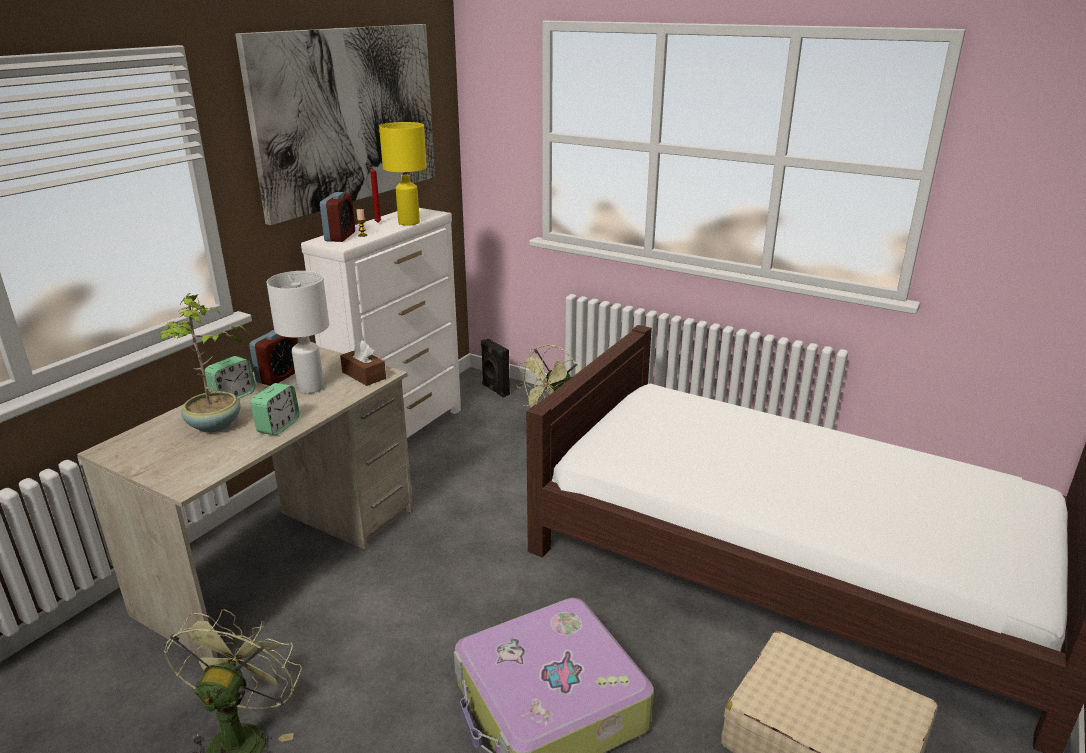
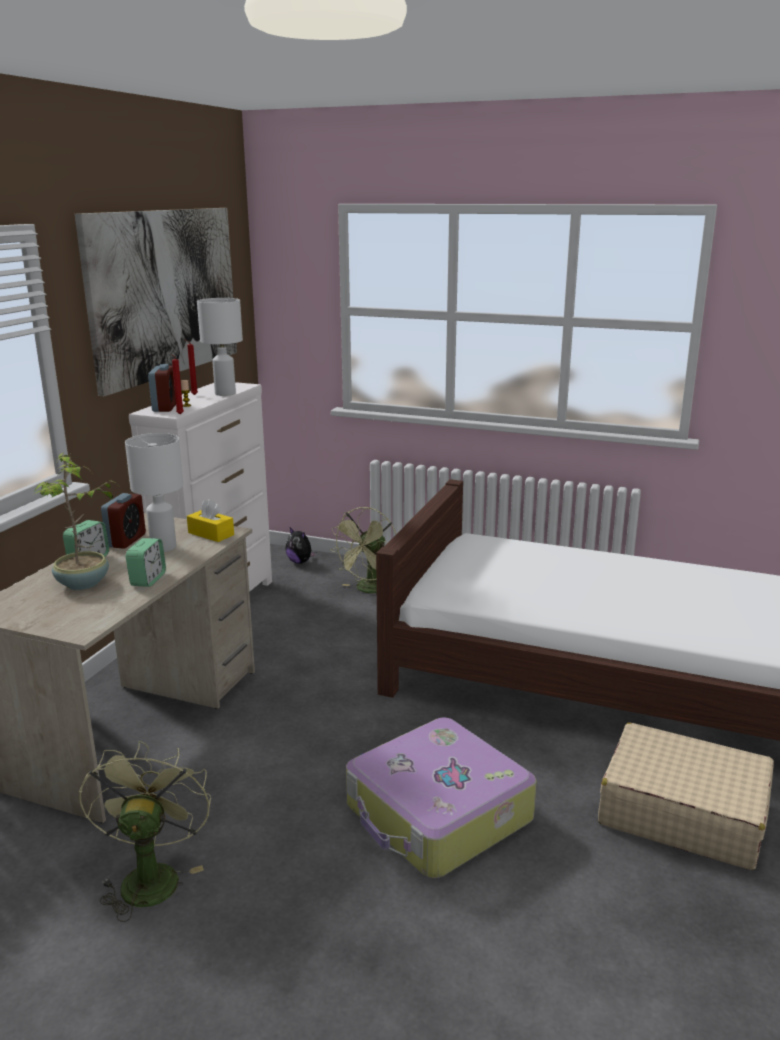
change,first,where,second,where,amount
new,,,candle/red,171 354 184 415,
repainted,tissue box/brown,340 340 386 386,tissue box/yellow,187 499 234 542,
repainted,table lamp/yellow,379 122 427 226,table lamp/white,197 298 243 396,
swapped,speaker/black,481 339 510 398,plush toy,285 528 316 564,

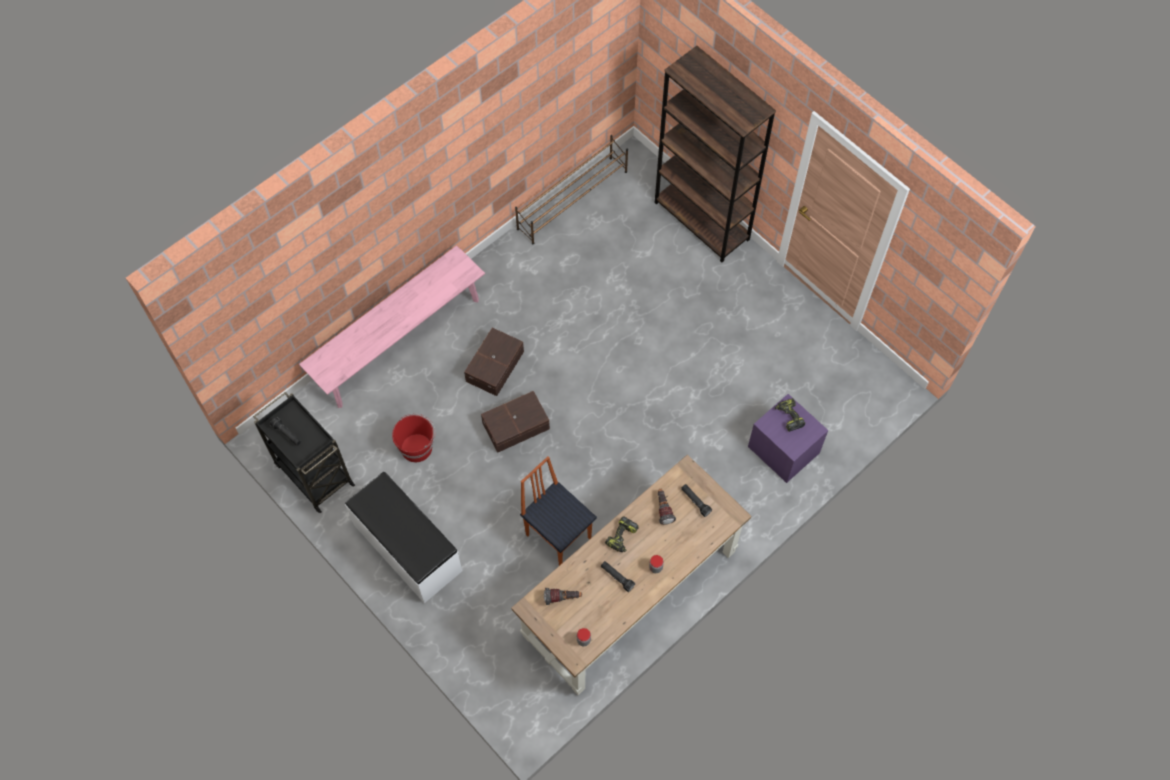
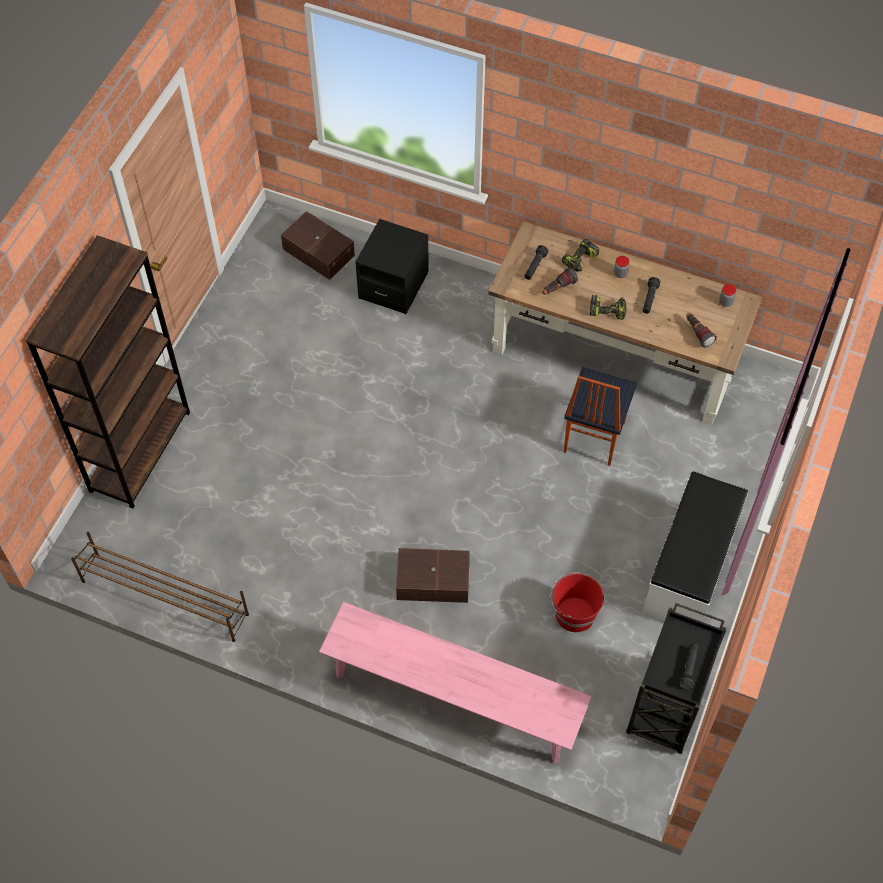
change,first,where,second,where,amount
shifted,storage box/brown,481 391 550 453,,281 211 355 280,
repainted,nightstand/purple,748 394 828 483,nightstand/black,355 219 429 314,
shifted,power drill,775 398 805 432,,561 239 599 272,

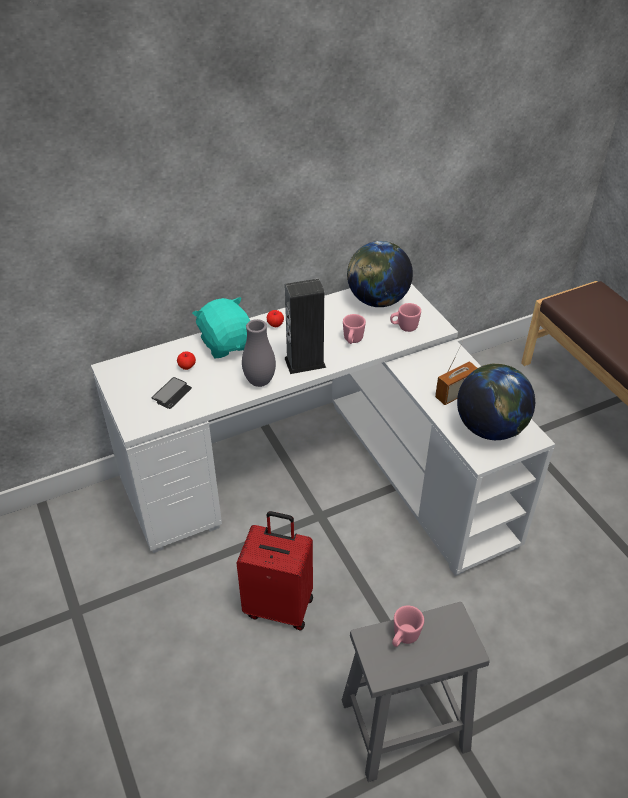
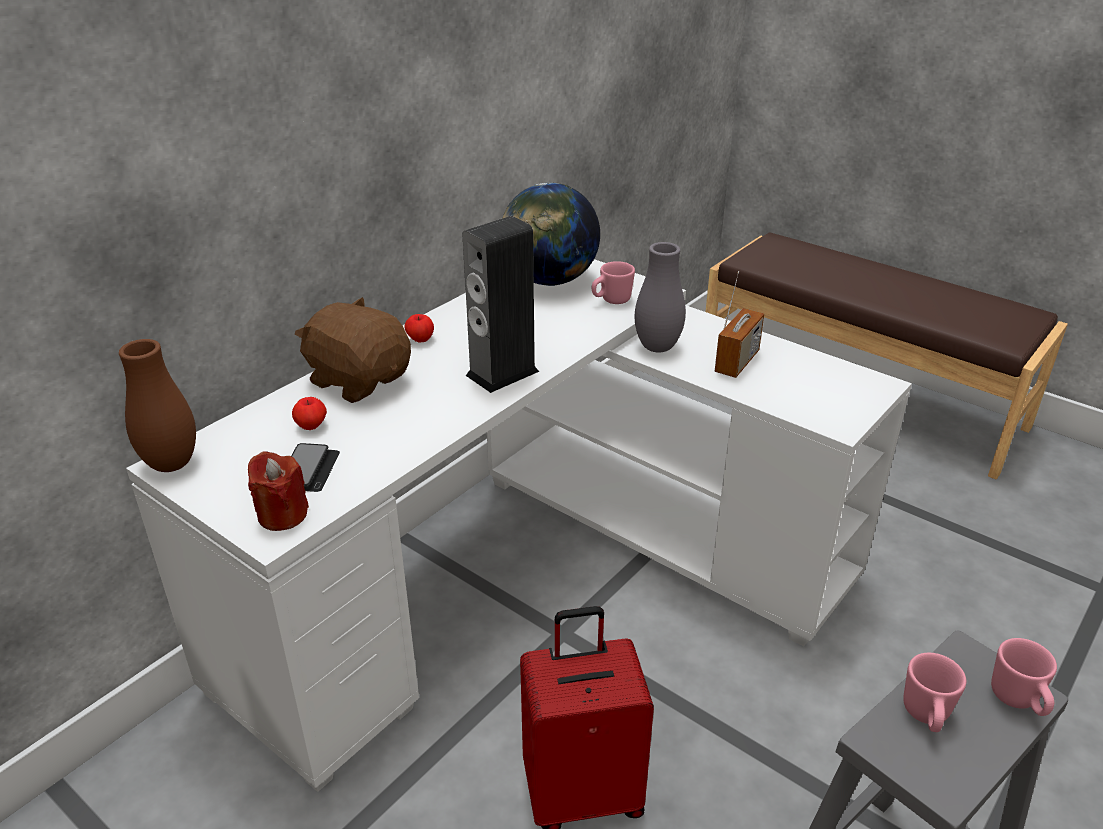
change,first,where,second,where,amount
new,,,vase/brown,119 339 196 472,
new,,,candle/red,248 451 309 531,
repainted,plush toy/turquoise,192 297 250 358,plush toy/brown,294 297 411 403,
shifted,vase/grey,242 319 276 387,,635 242 686 353,
shifted,mug/pink,343 314 366 344,,991 638 1057 716,
gone,globe,457 363 535 440,,,

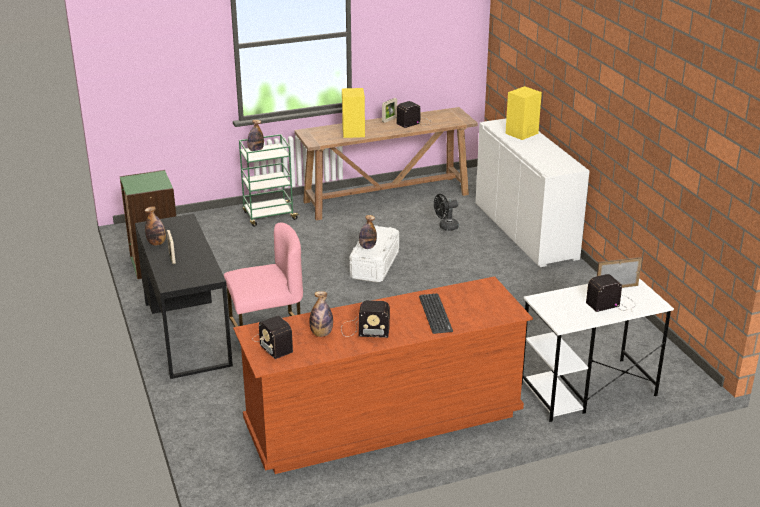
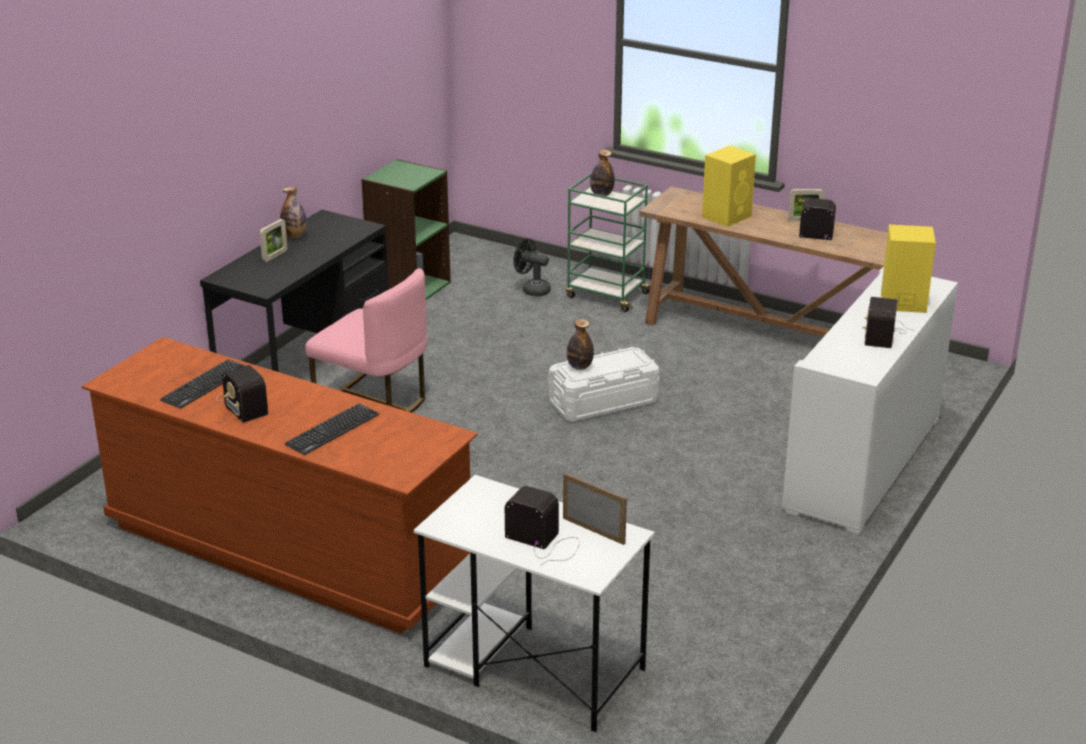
change,first,where,second,where,amount
swapped,bottle,309 291 333 337,keyboard,160 359 246 408,
shifted,fan/black,434 194 459 231,,513 238 551 297,
shifted,radio,252 315 293 359,,863 297 915 348,

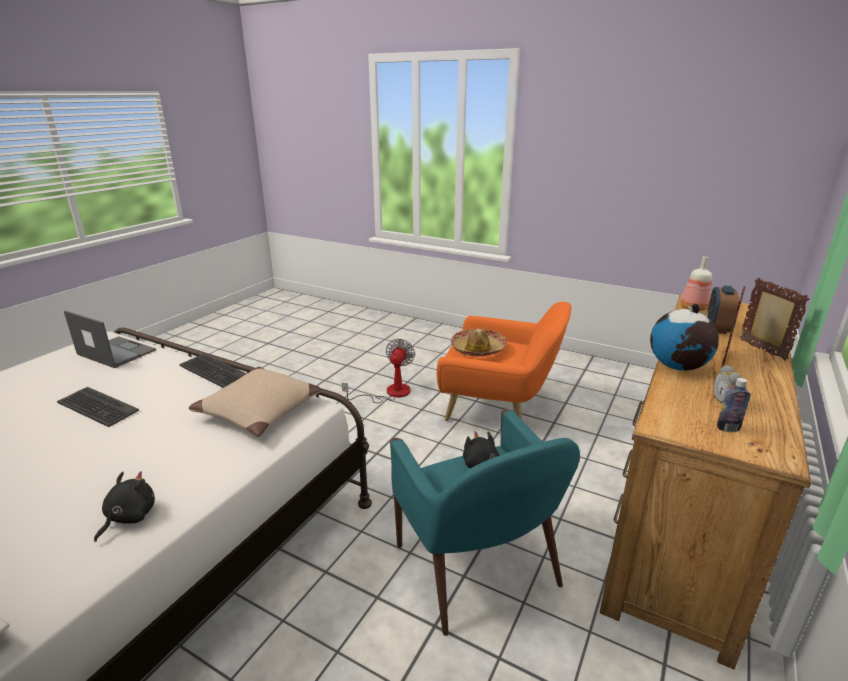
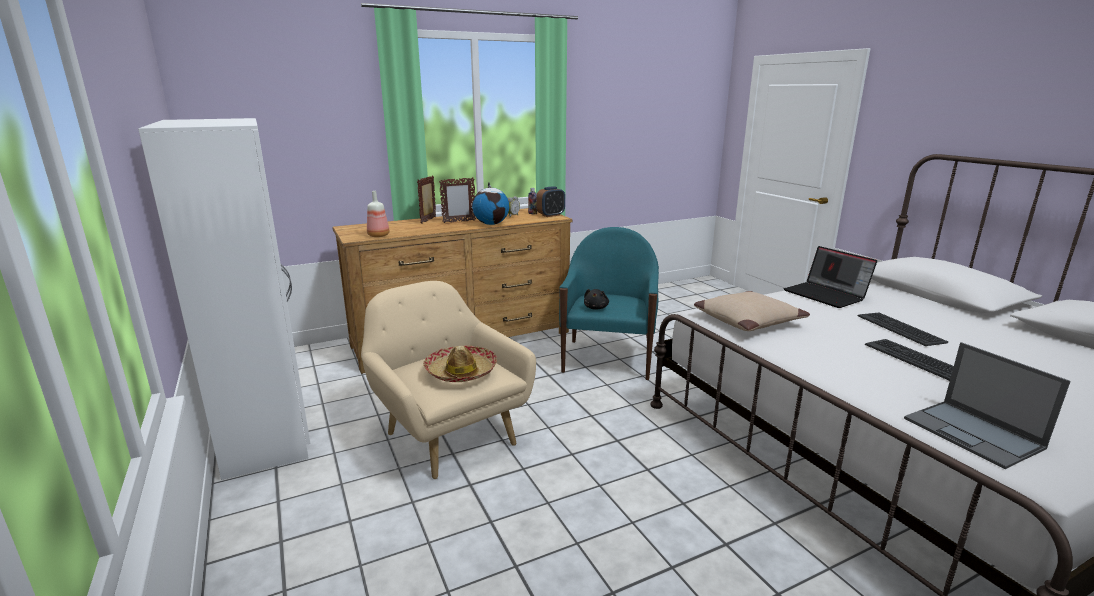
change,first,where,second,where,amount
new,,,wardrobe/white,138 118 310 480,
repainted,armchair/orange,436 302 571 421,armchair/beige,361 281 536 479,
shifted,alarm clock,707 286 739 334,,536 186 565 217,
swapped,plush toy/black,94 471 155 542,laptop,784 246 877 308,
shifted,keyboard,179 354 247 388,,858 312 948 346,
gone,fan,342 339 415 403,,,

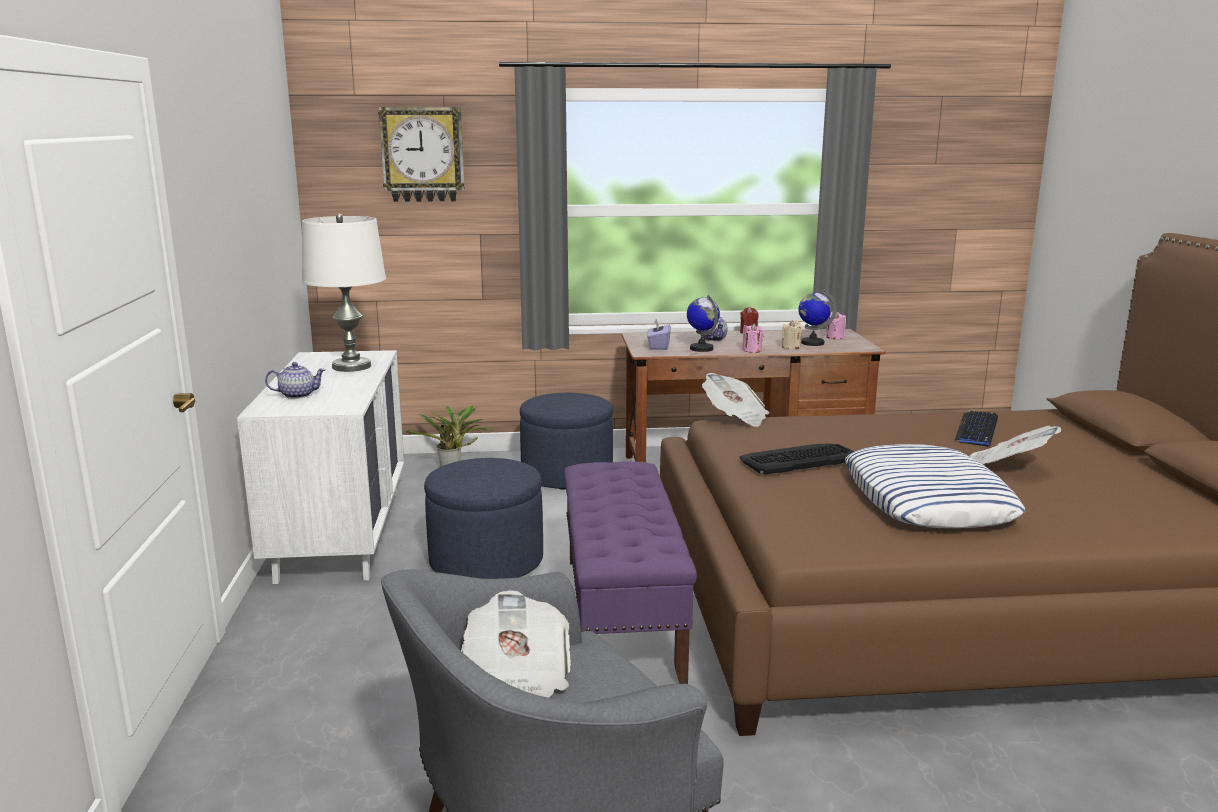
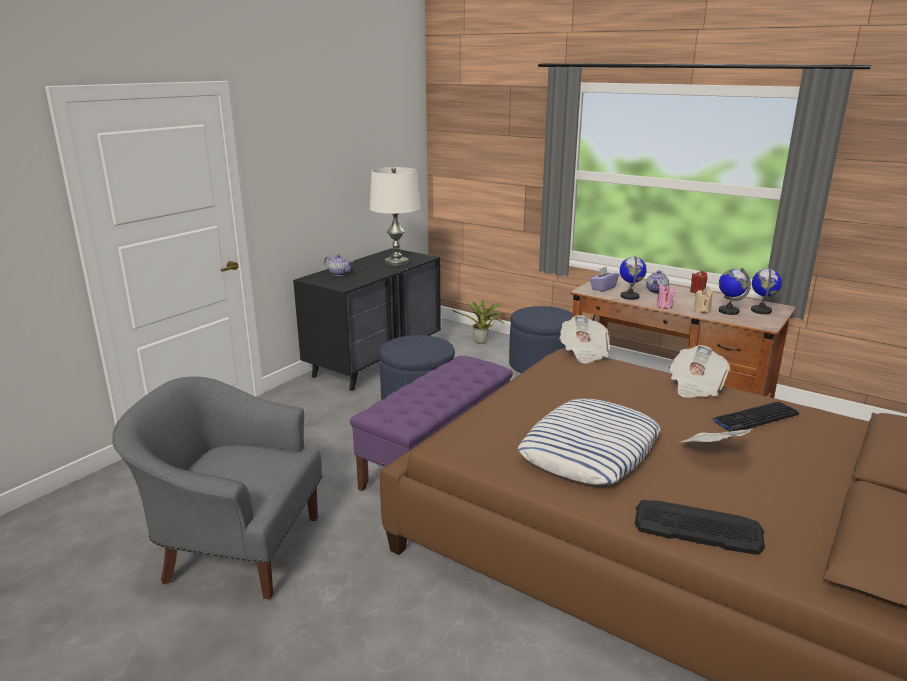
change,first,where,second,where,amount
repainted,dresser/white,237 350 404 584,dresser/black,293 248 441 391,
shifted,keyboard,740 443 855 474,,635 500 765 555,
shifted,newspaper,461 590 571 698,,669 345 730 398,
swapped,candle/pink,826 311 846 339,globe,751 268 782 314,
gone,wall clock,378 107 465 202,,,

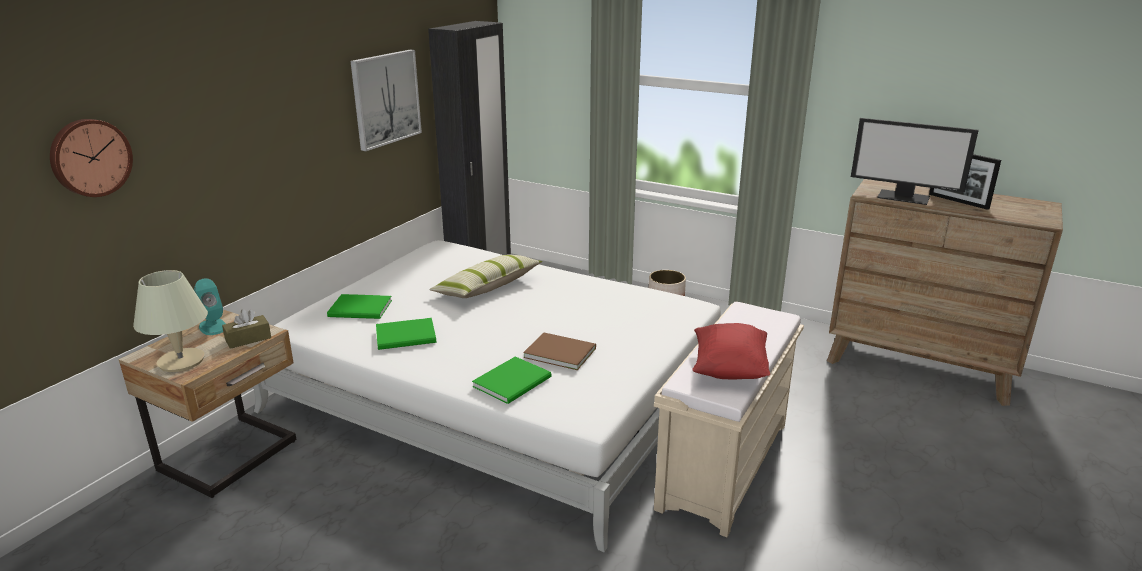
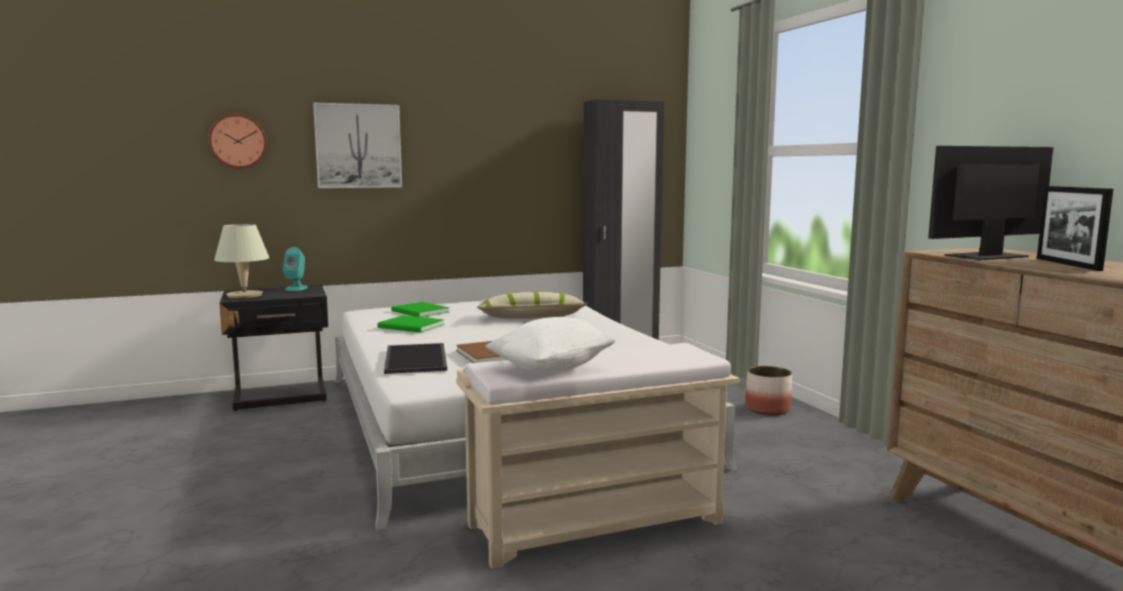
change,first,where,second,where,amount
repainted,nightstand/beige,118 310 296 498,nightstand/black,219 285 328 411,
shifted,picture,351 50 422 151,,313 103 402 188,
swapped,book/green,472 356 551 404,tray,384 343 447 374,
repainted,pillow/red,692 323 770 379,pillow/white,485 317 615 373,
rotated,monitor,851 118 979 205,,928 146 1053 260,90 degrees clockwise
gone,tissue box/brown,222 309 271 349,,,

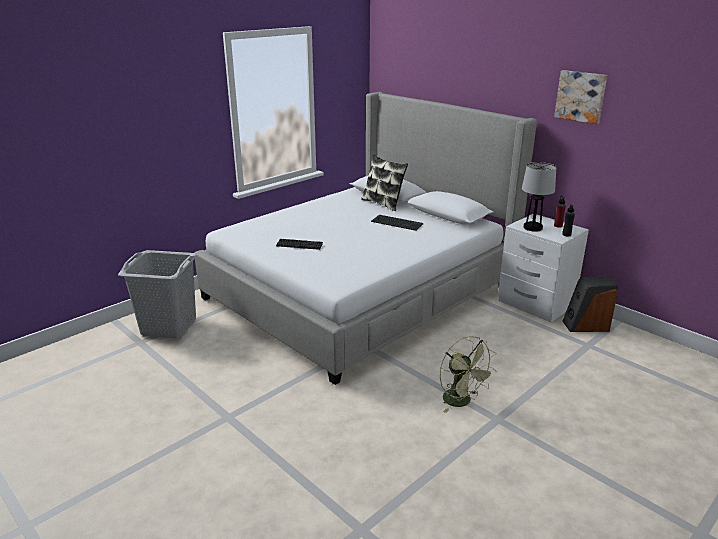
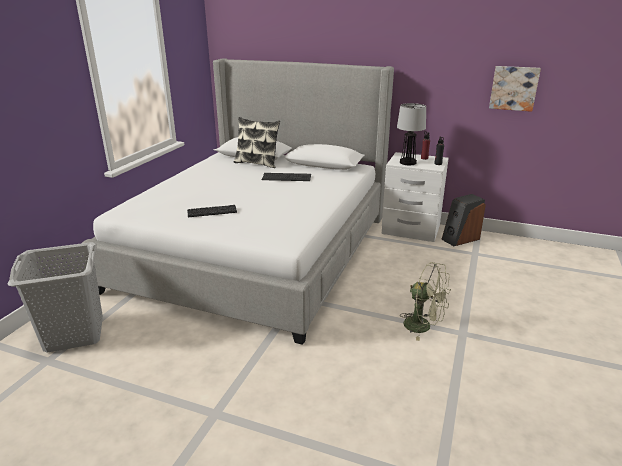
change,first,where,second,where,amount
shifted,picture,554 70 607 124,,489 66 541 112,

